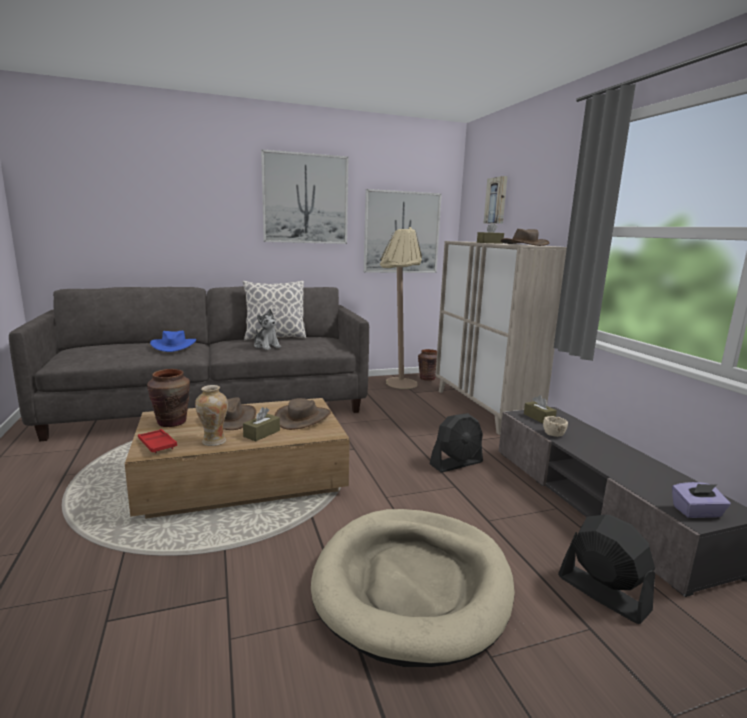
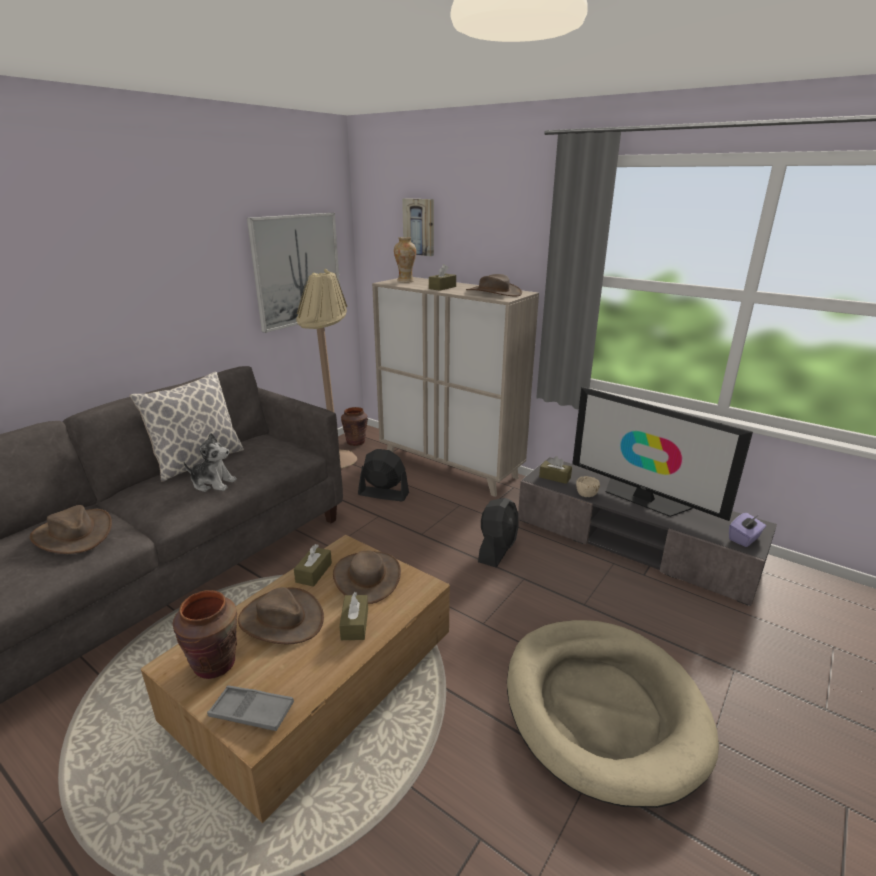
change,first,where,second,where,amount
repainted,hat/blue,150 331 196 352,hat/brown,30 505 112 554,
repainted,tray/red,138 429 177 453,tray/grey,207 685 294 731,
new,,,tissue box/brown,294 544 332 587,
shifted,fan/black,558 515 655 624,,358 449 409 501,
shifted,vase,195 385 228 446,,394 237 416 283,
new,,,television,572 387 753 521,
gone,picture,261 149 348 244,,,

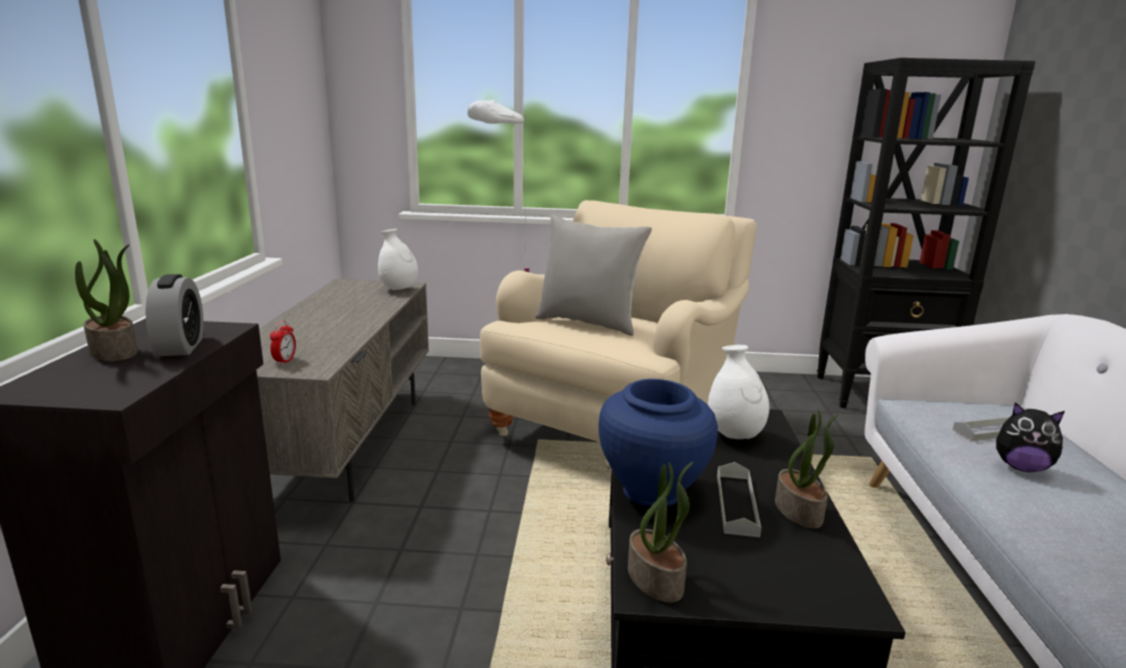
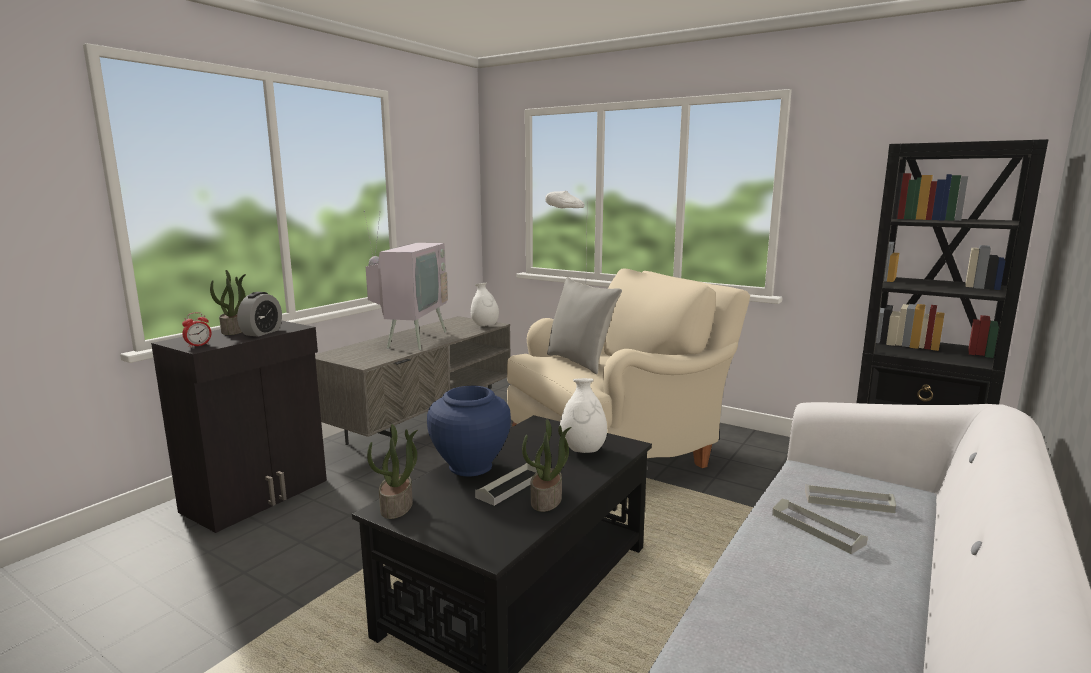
change,first,where,second,where,amount
shifted,alarm clock,270 320 296 365,,182 312 211 348,
new,,,television,364 211 448 350,
swapped,plush toy,996 402 1065 472,tray/grey,772 498 868 554,

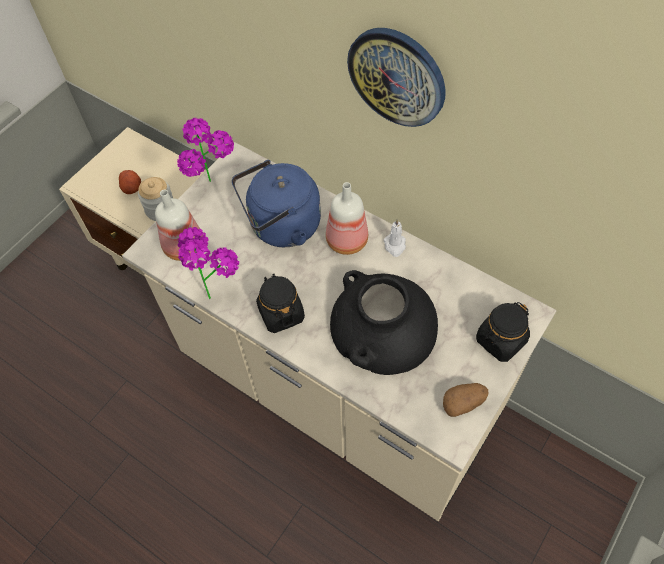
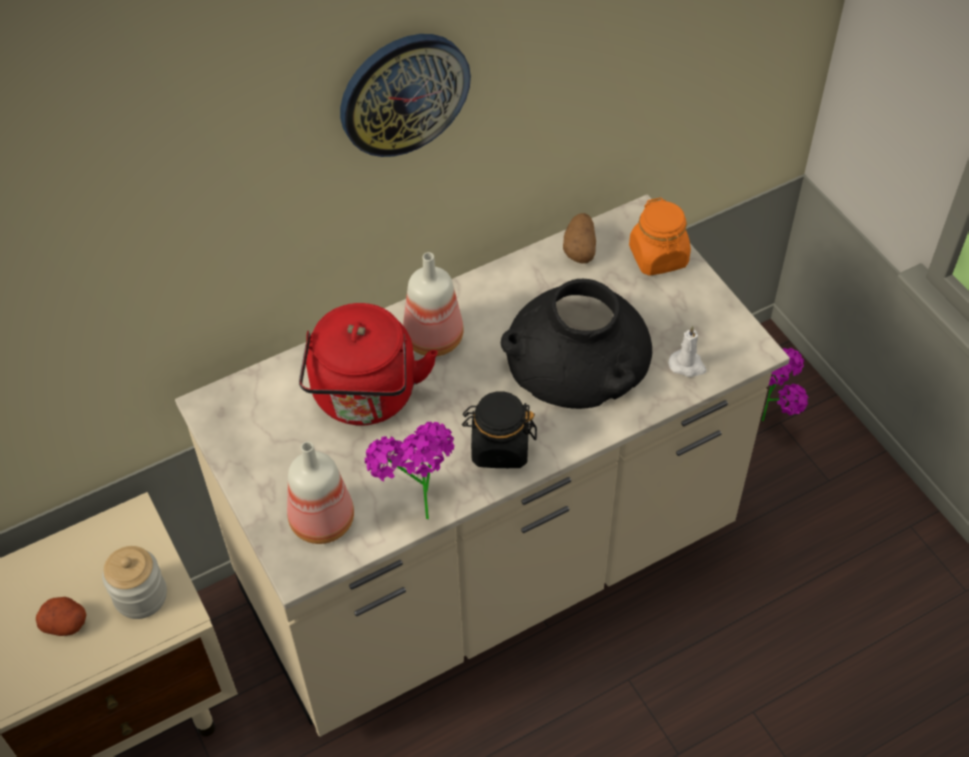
change,first,where,second,where,amount
repainted,kettle/blue,232 160 321 247,kettle/red,299 303 438 425,
shifted,potato,443 383 489 417,,563 213 596 264,
repainted,jar/black,476 302 530 362,jar/orange,629 197 691 276,
shifted,candle/white,384 219 406 257,,668 326 707 377,
shifted,potted plant,177 118 234 182,,762 348 808 421,

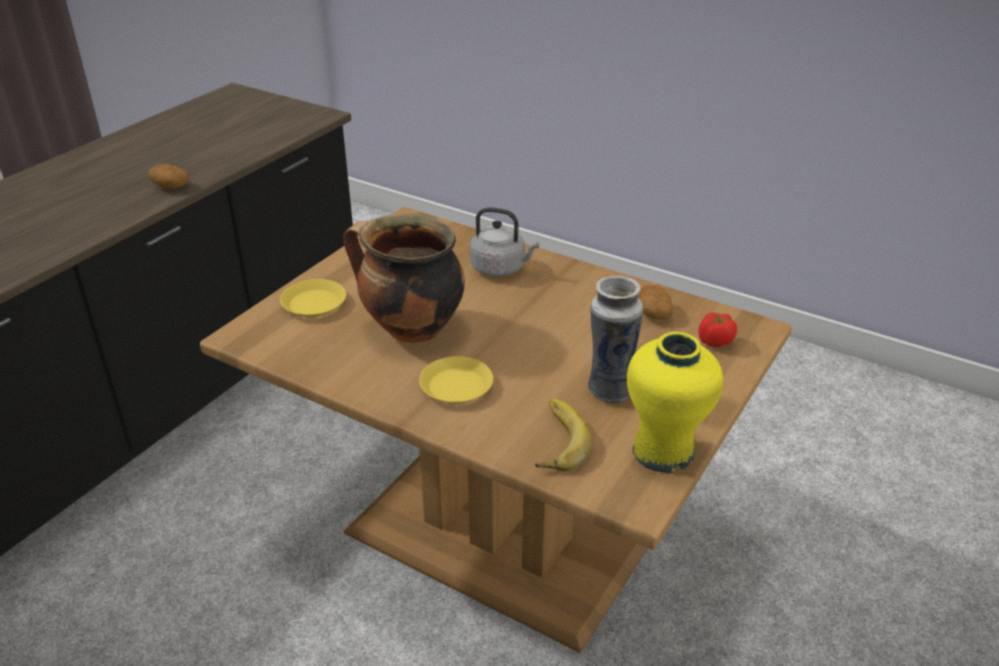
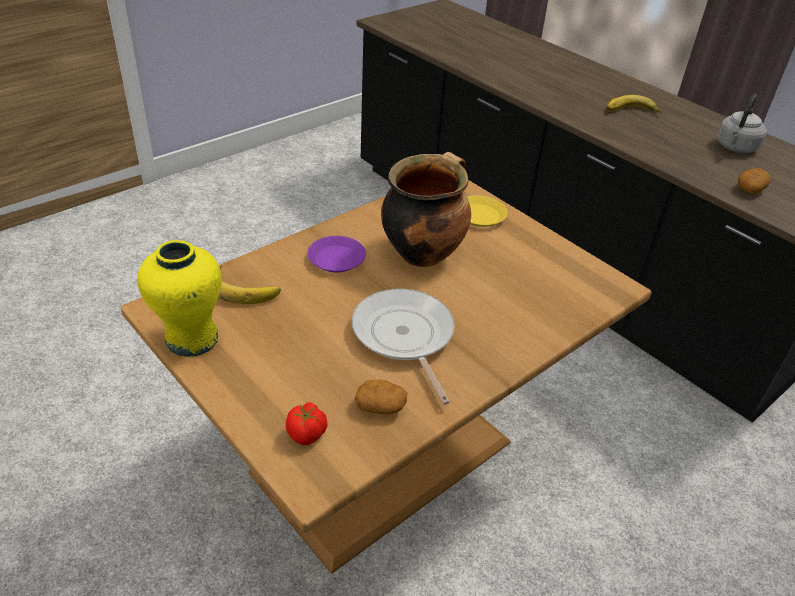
change,first,where,second,where,amount
repainted,plate/yellow,419 356 493 404,plate/purple,307 236 366 272,
new,,,frying pan,352 289 455 405,
new,,,banana,606 95 662 113,
shifted,kettle/grey,470 207 539 277,,717 94 767 153,
shifted,potato,149 164 189 189,,738 168 771 194,
gone,vase,588 276 643 404,,,

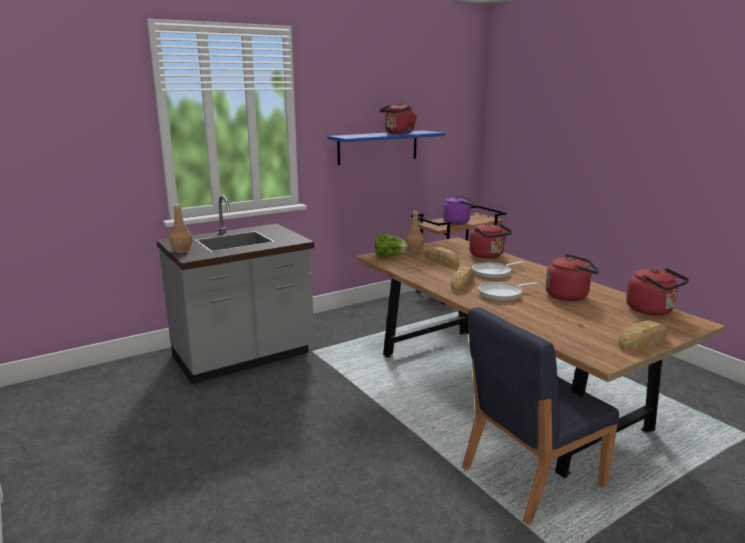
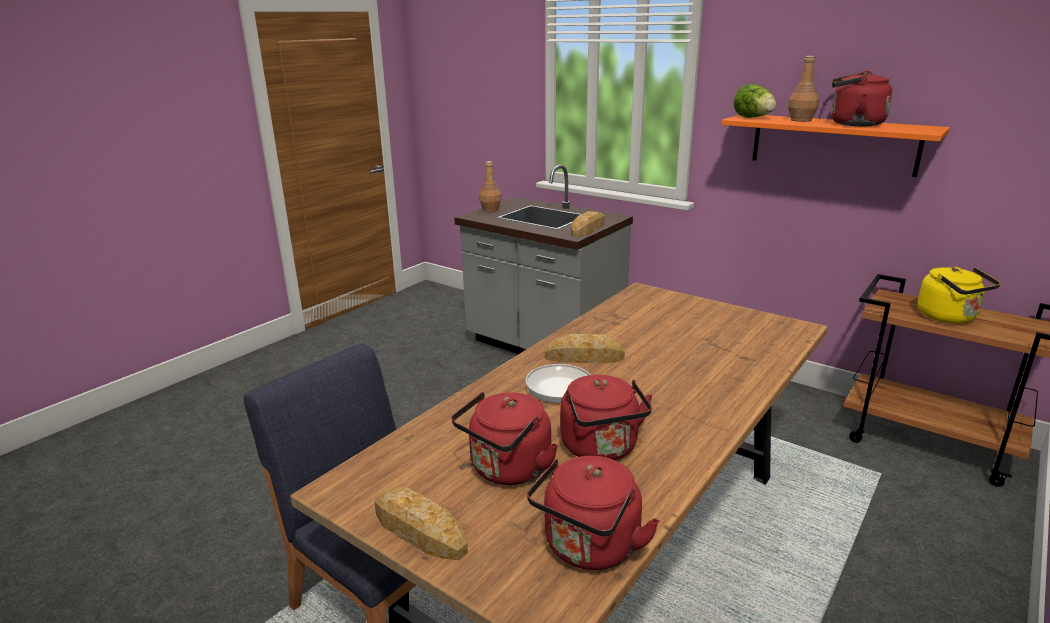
change,first,where,second,where,amount
shifted,kettle/red,469 223 512 259,,451 392 558 485,
shifted,bread,424 247 459 267,,571 211 604 237,
repainted,shelf/blue,327 130 445 165,shelf/orange,721 115 950 177,
shifted,lettuce,375 234 408 257,,734 84 776 118,
shifted,bottle/brown,405 211 424 253,,788 56 819 122,
repainted,kettle/purple,443 196 474 224,kettle/yellow,918 267 1001 324,
gone,frying pan,472 261 524 279,,,

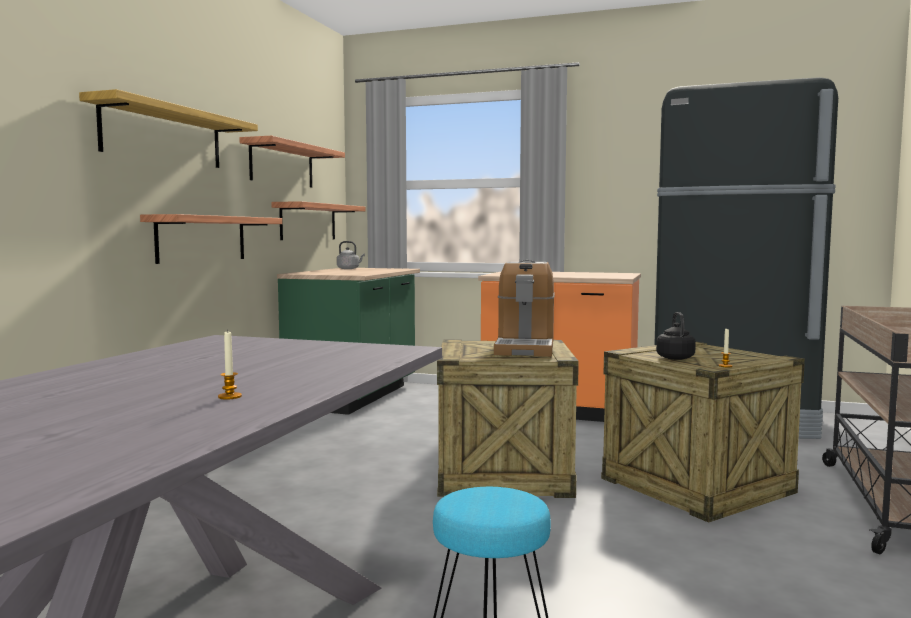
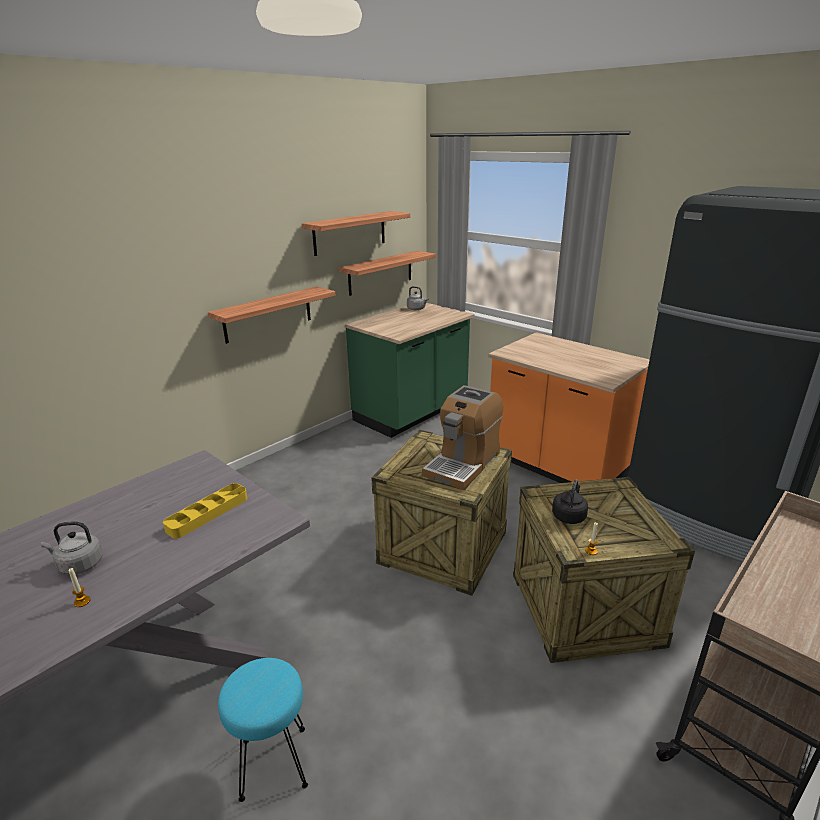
change,first,where,second,where,amount
new,,,kettle/grey,41 521 103 575,
new,,,tray/yellow,163 483 247 539,
gone,shelf,79 89 258 168,,,

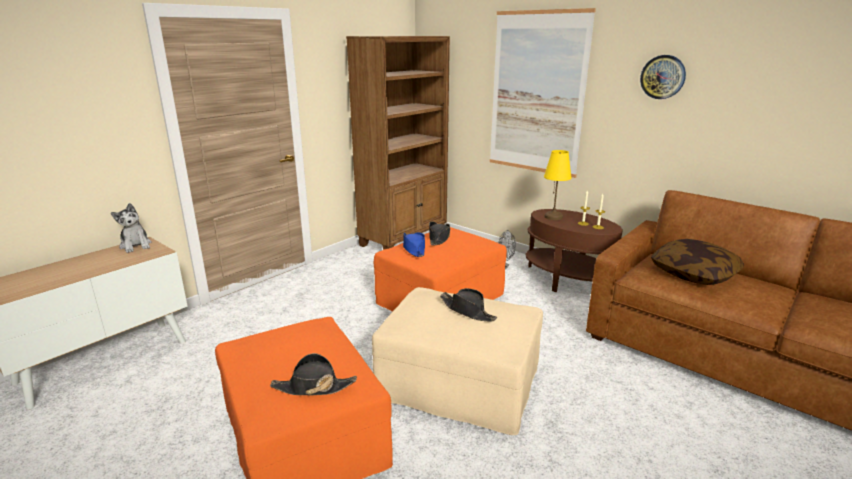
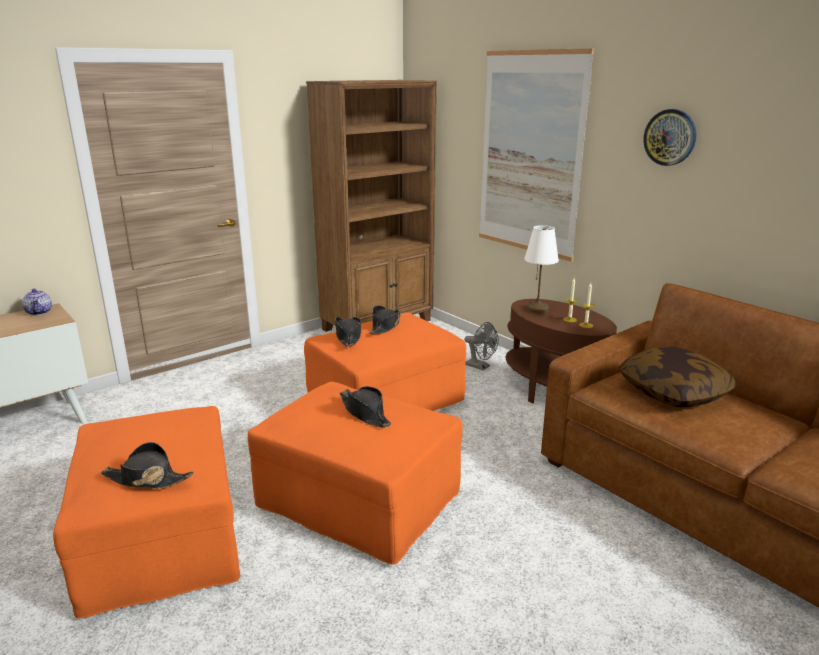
change,first,where,second,where,amount
swapped,plush toy,111 203 152 253,teapot,22 289 52 315,
repainted,ottoman/beige,372 287 543 435,ottoman/orange,248 382 463 565,
repainted,hat/blue,403 232 425 257,hat/black,335 317 362 347,
repainted,table lamp/yellow,544 150 572 220,table lamp/white,524 225 559 313,

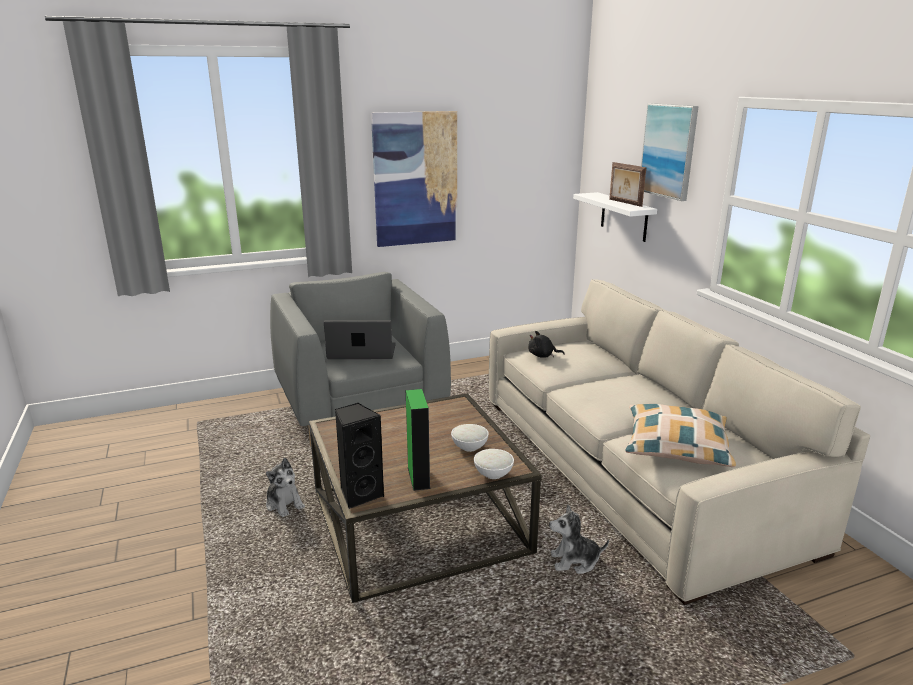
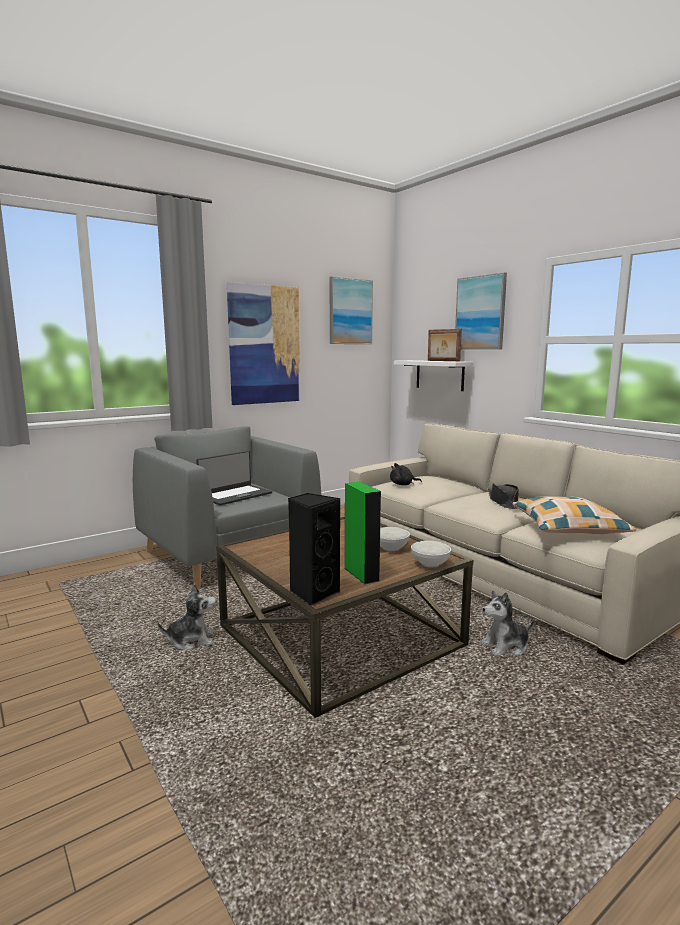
change,first,where,second,where,amount
rotated,plush toy,266 458 305 517,,158 583 216 650,45 degrees counterclockwise
rotated,laptop,324 320 396 359,,196 451 272 506,150 degrees clockwise
new,,,picture,330 276 373 344,
new,,,hat/black,488 483 519 509,

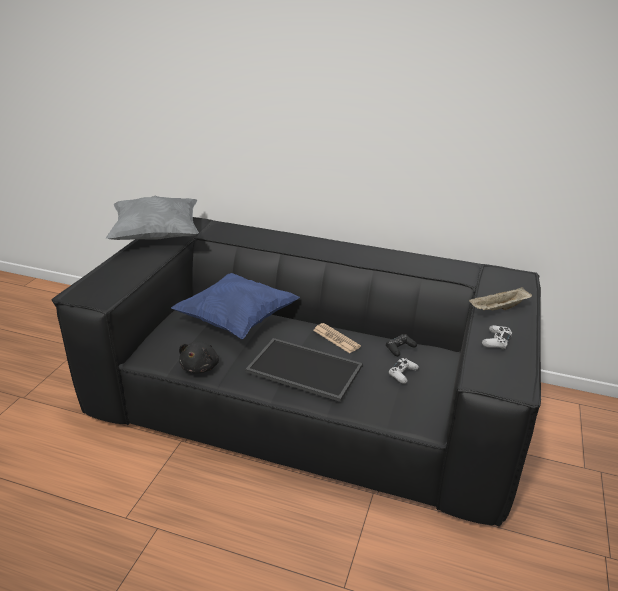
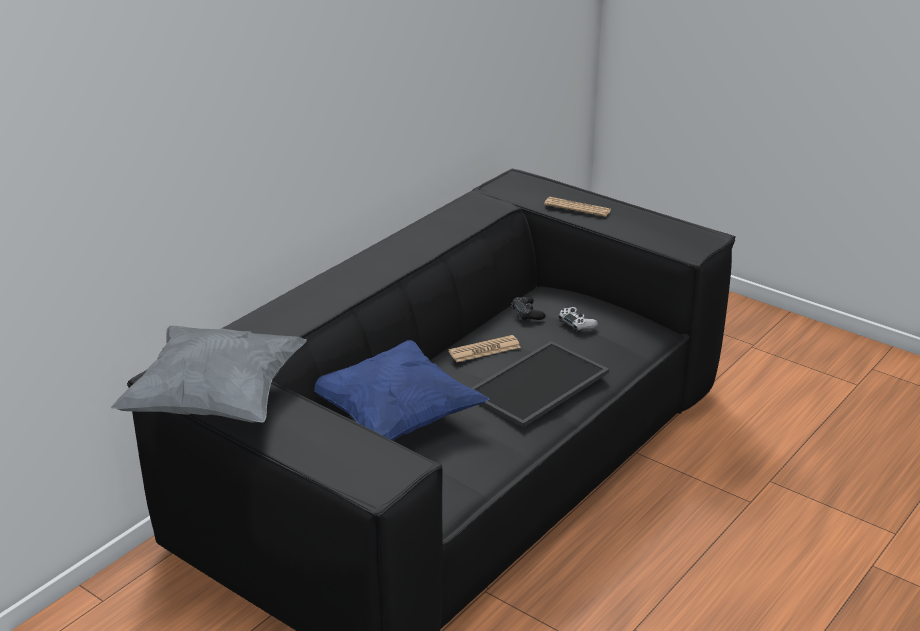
change,first,where,second,where,amount
swapped,tray/beige,469 287 532 311,newspaper,544 197 611 217,
gone,plush toy/black,179 341 219 373,,,
gone,game controller/white,482 325 512 350,,,

